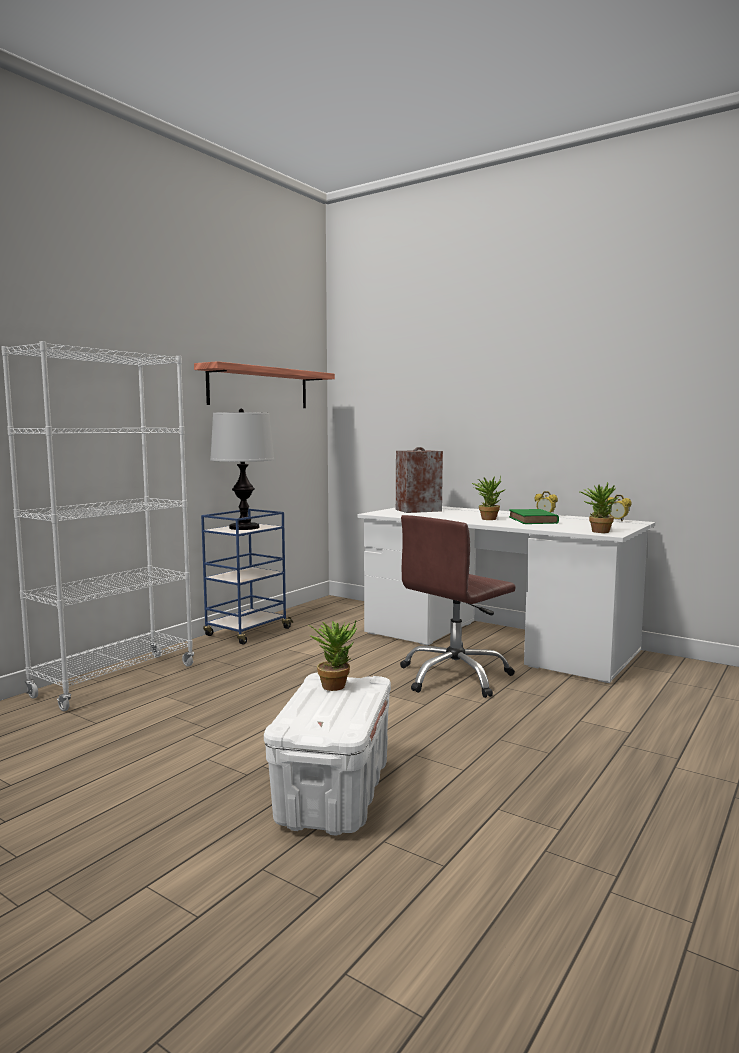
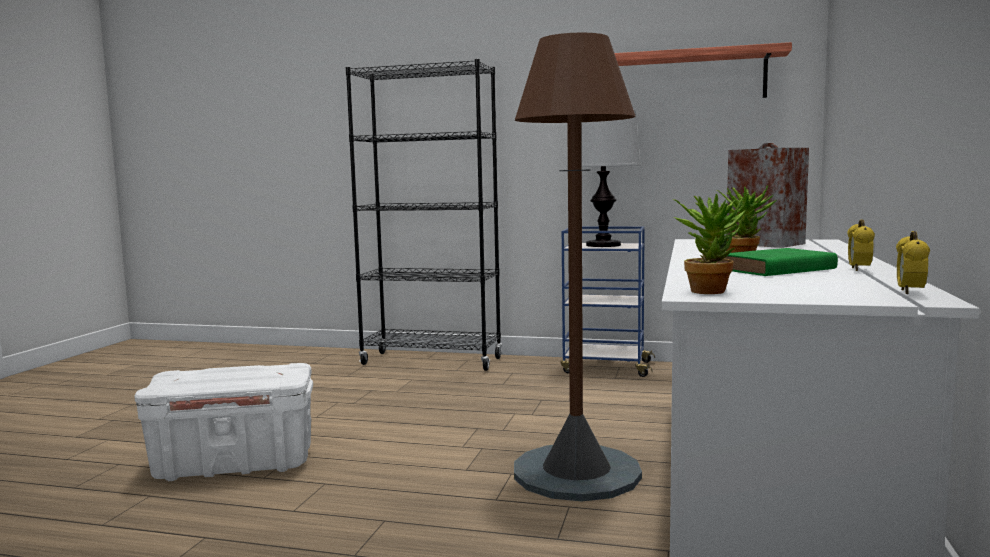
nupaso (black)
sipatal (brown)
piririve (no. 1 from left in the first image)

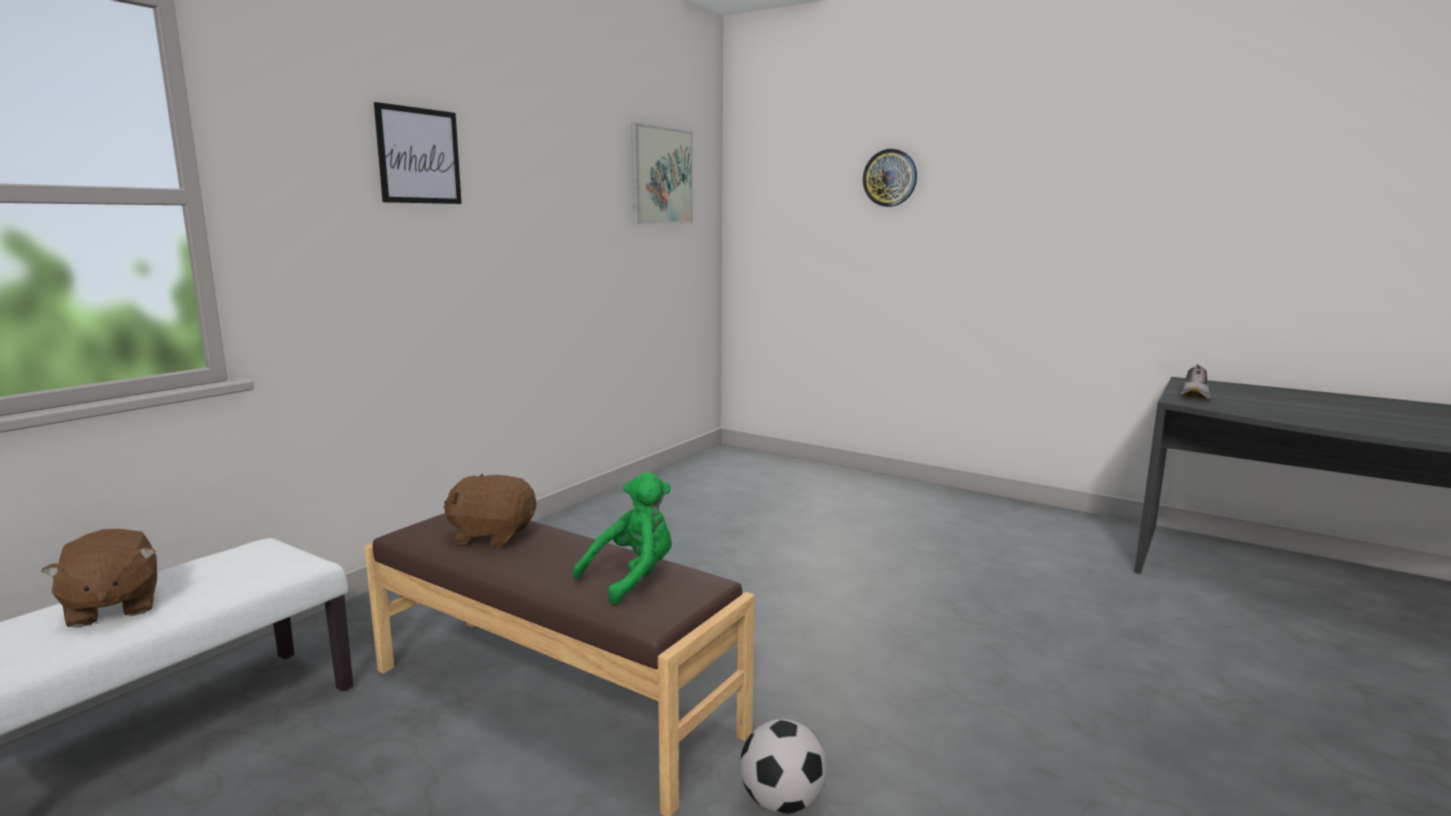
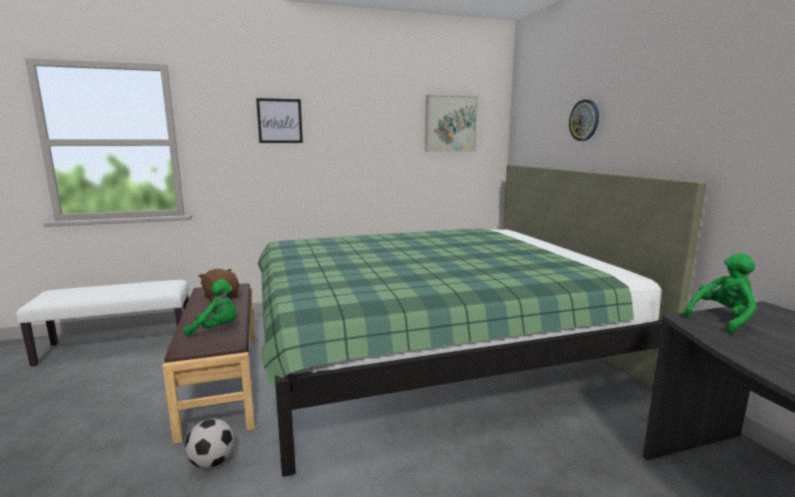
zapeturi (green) (no. 2 from left)
zapeturi (brown) (no. 1 from left in the first image)
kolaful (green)

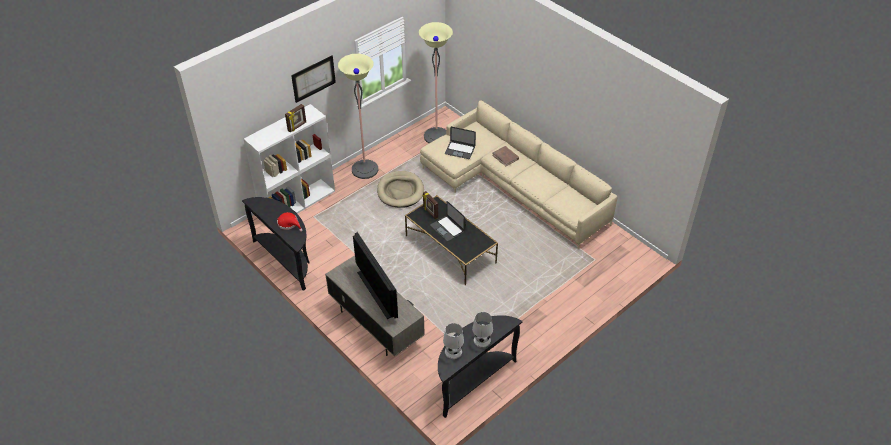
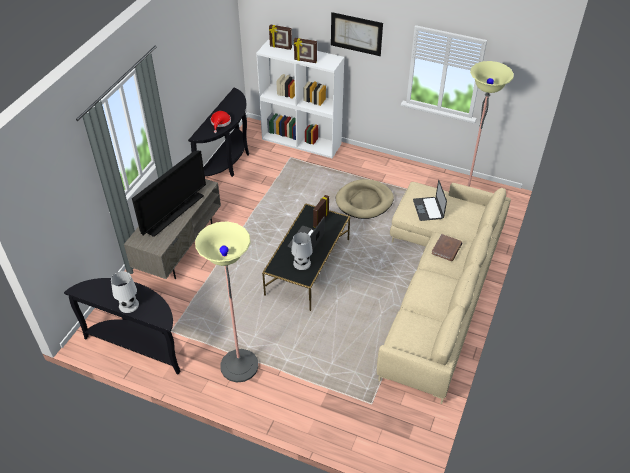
sipatal (no. 1 from left)
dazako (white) (no. 2 from left)
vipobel (no. 1 from left)

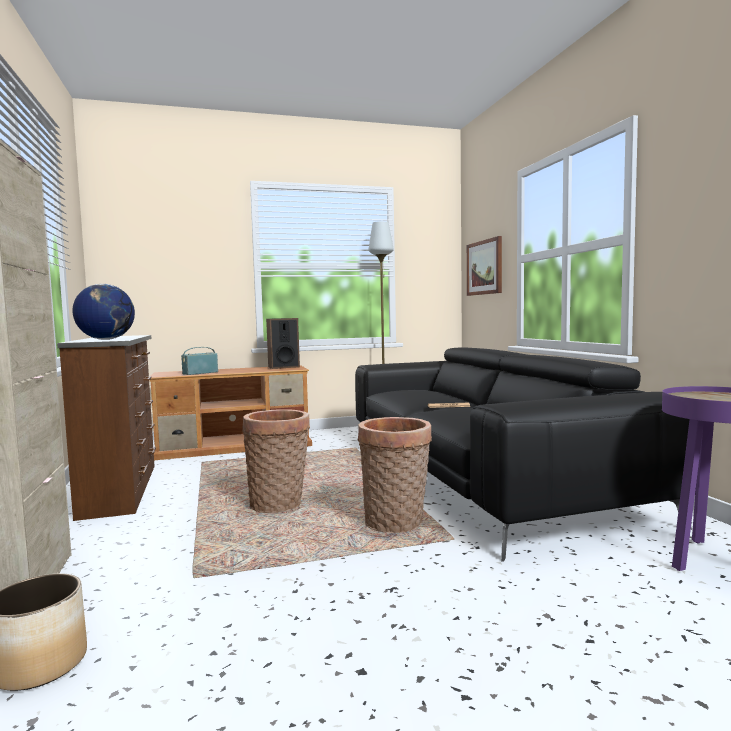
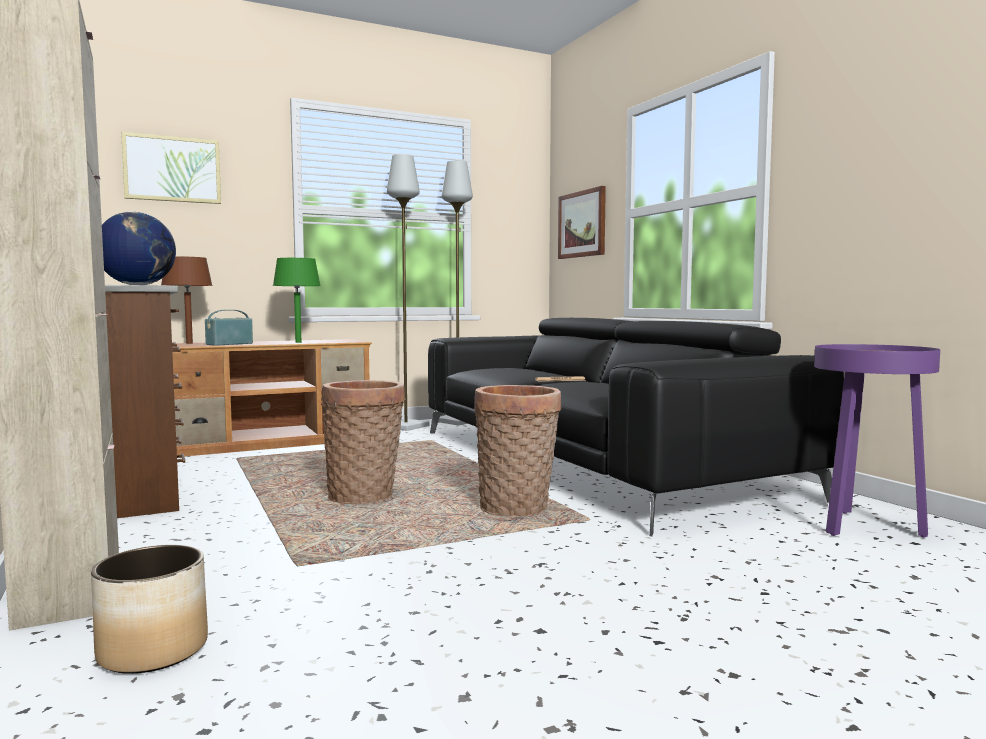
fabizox
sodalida (no. 1 from left)
sipatal (grey) (no. 1 from left)
dazako (brown)
dazako (green)

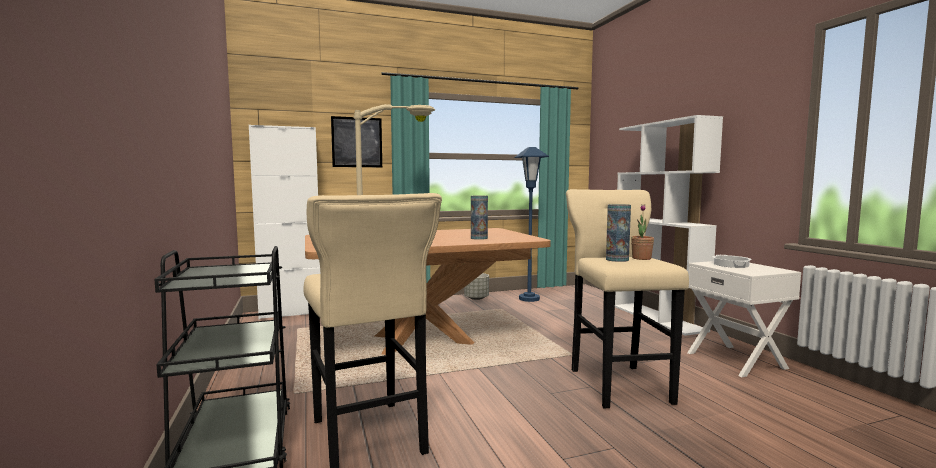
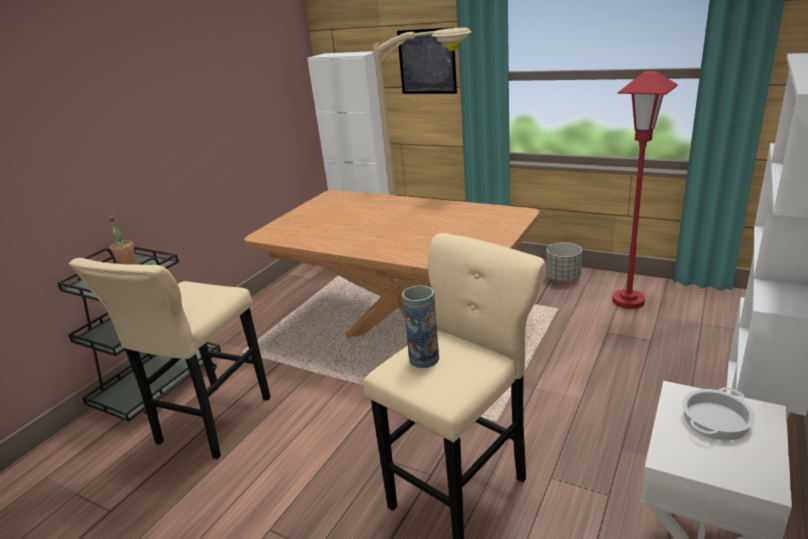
sipatal (red)
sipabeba (no. 1 from left in the first image)
piririve

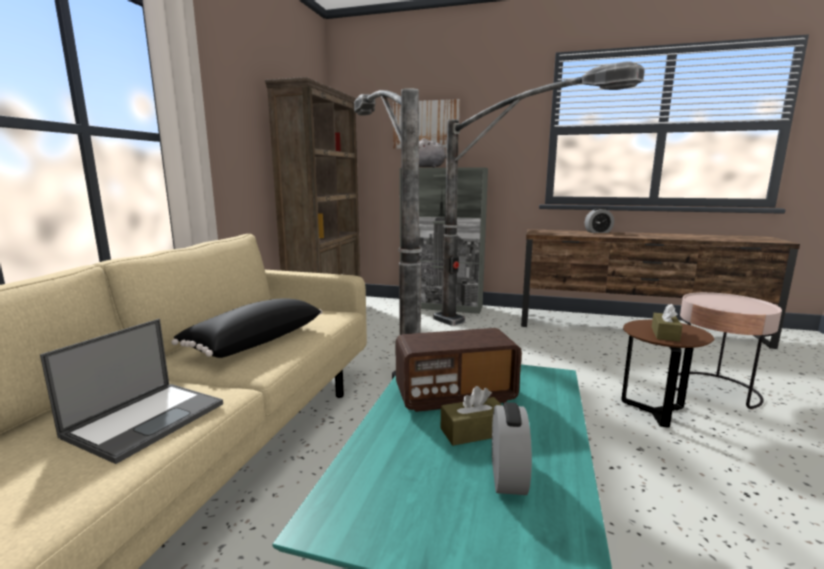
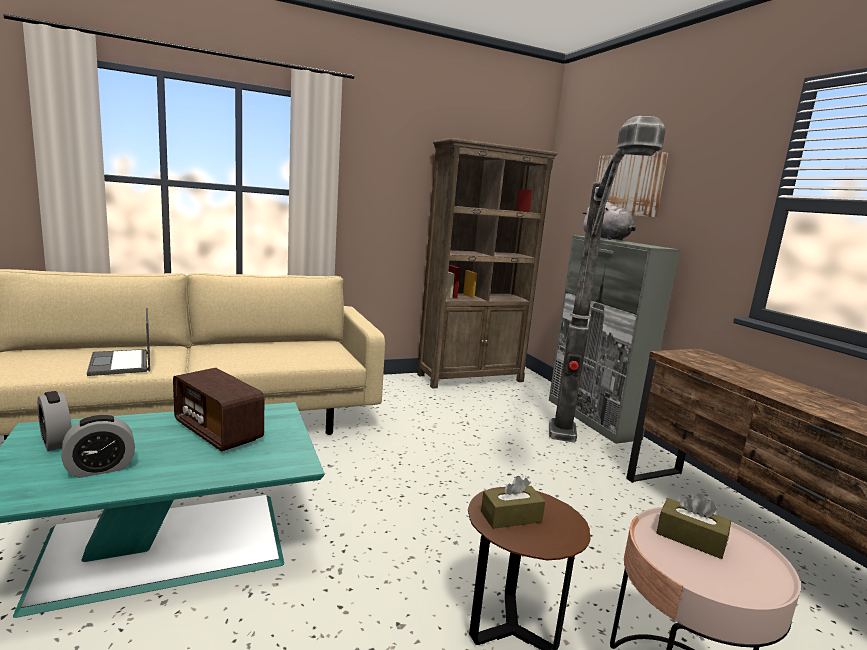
sipatal (no. 1 from left in the first image)
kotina (no. 1 from left)
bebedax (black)
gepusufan
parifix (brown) (no. 2 from left)

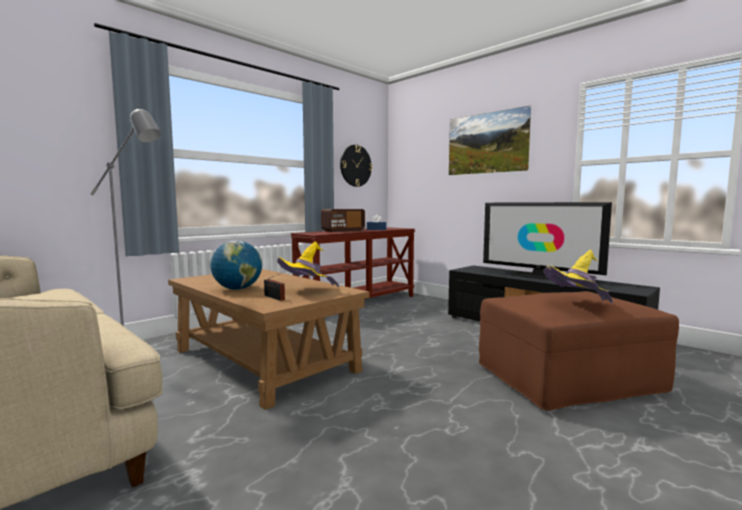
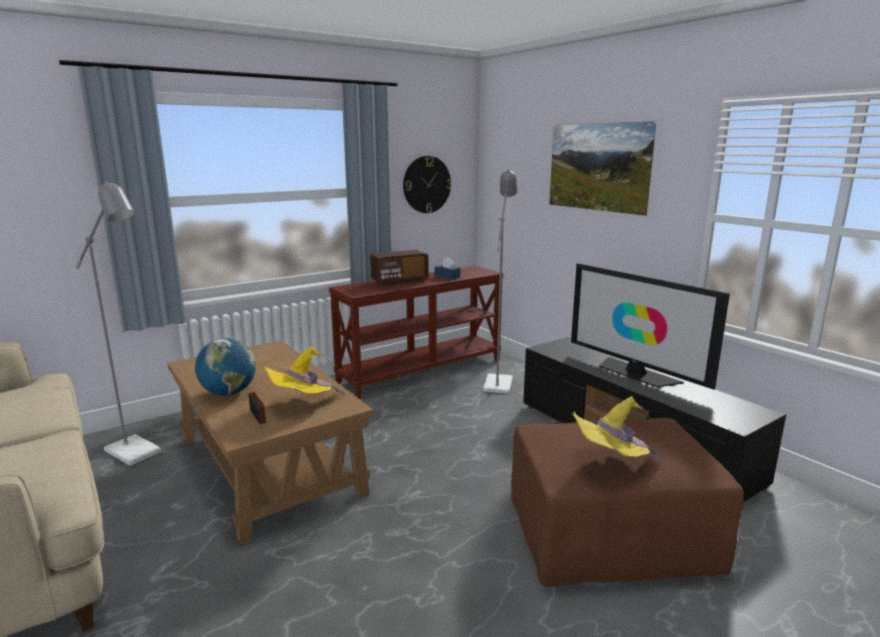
sipatal (grey) (no. 2 from left)

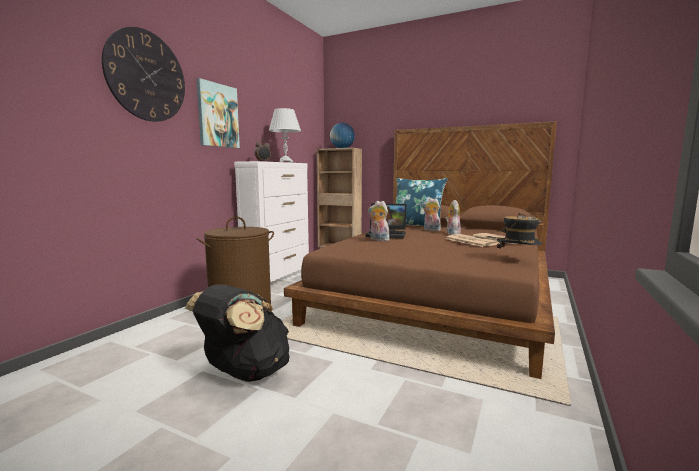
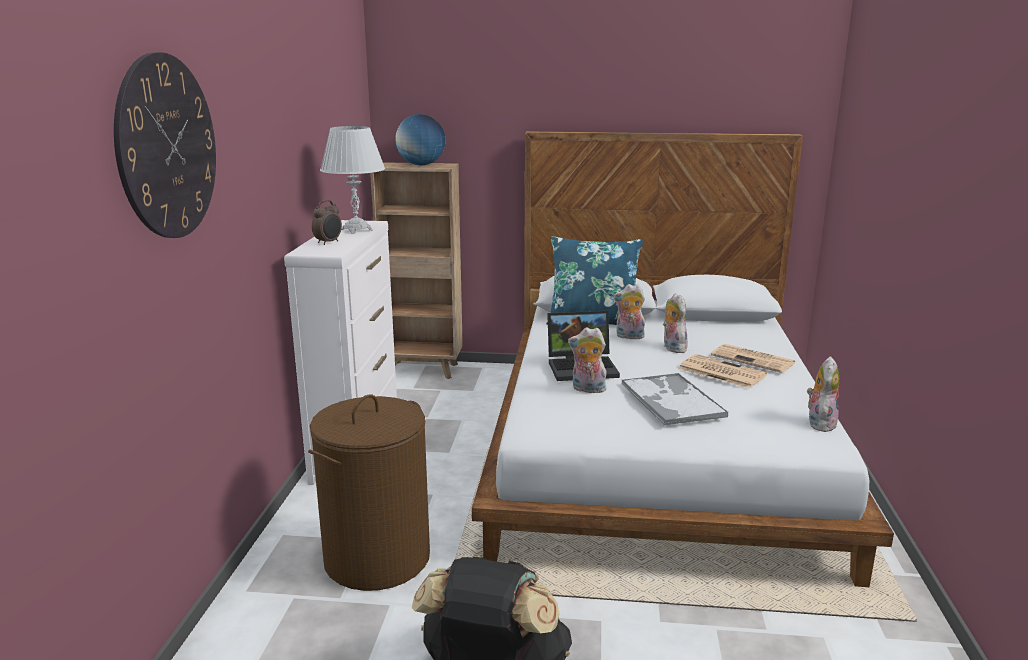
sodalida
kolaful (white)
zapeturi (no. 4 from left)
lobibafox

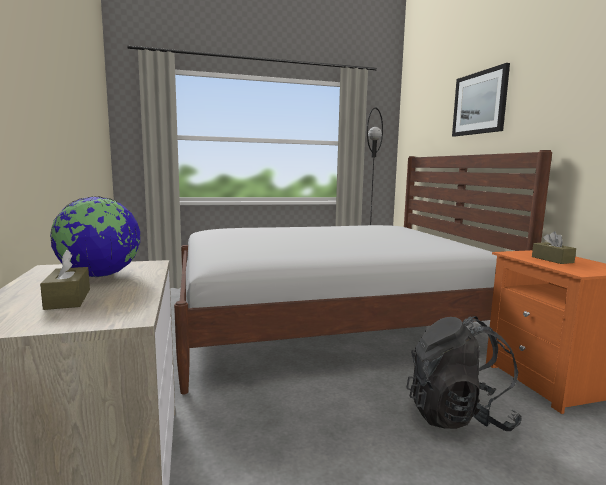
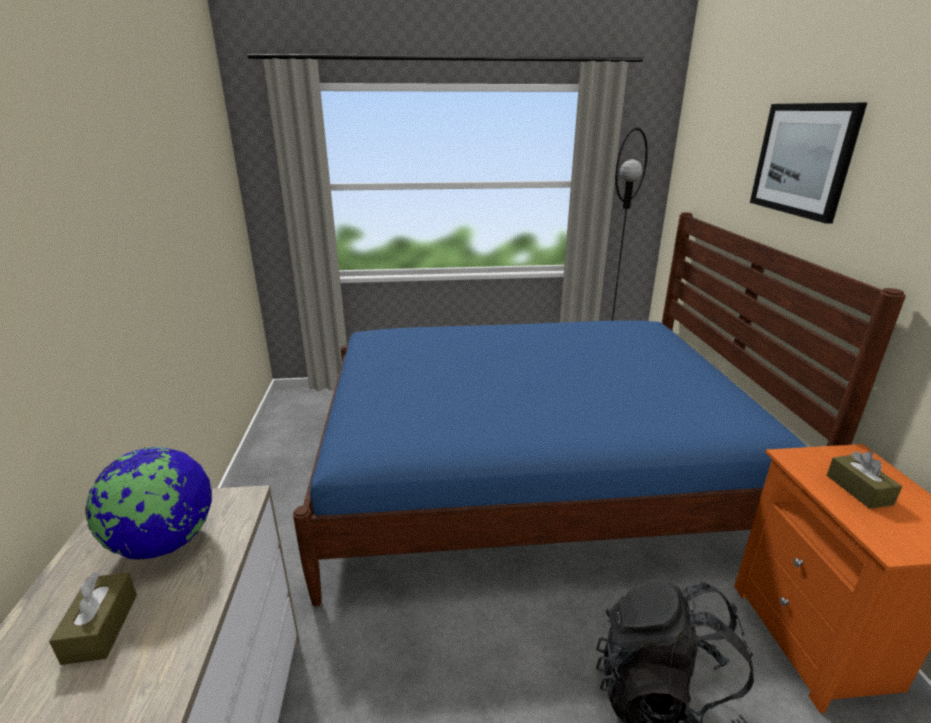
kolaful (blue)

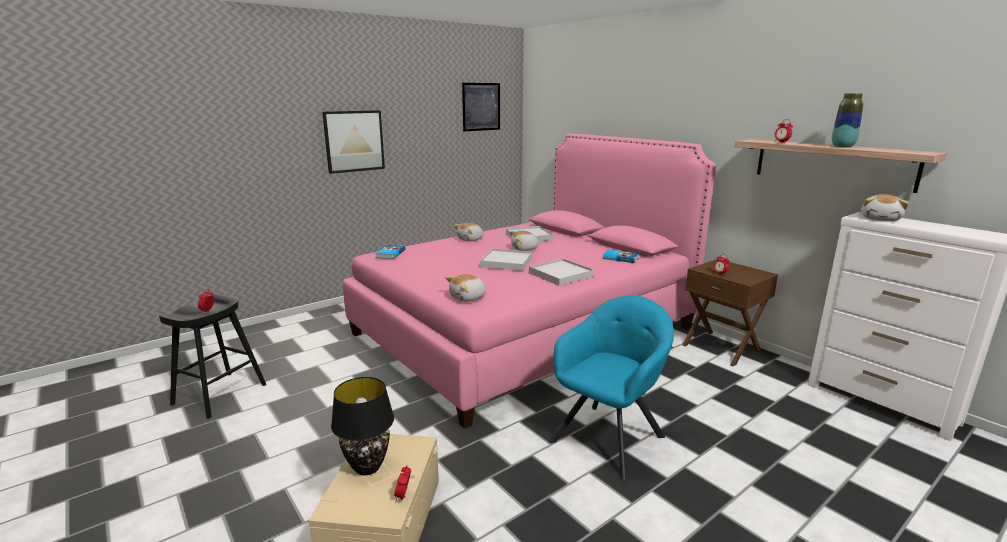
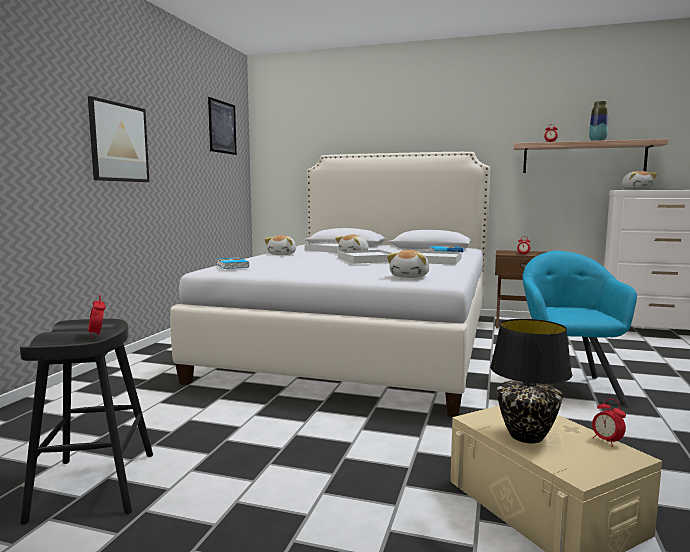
kolaful (white)

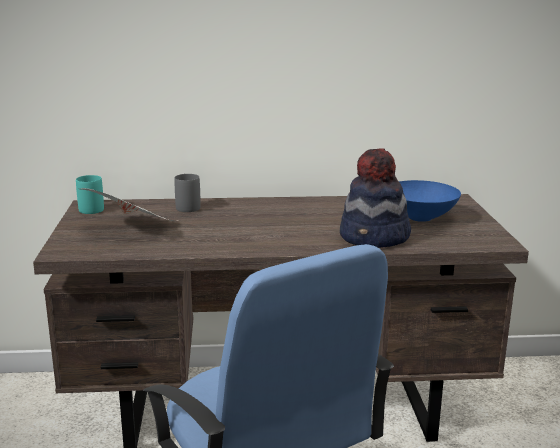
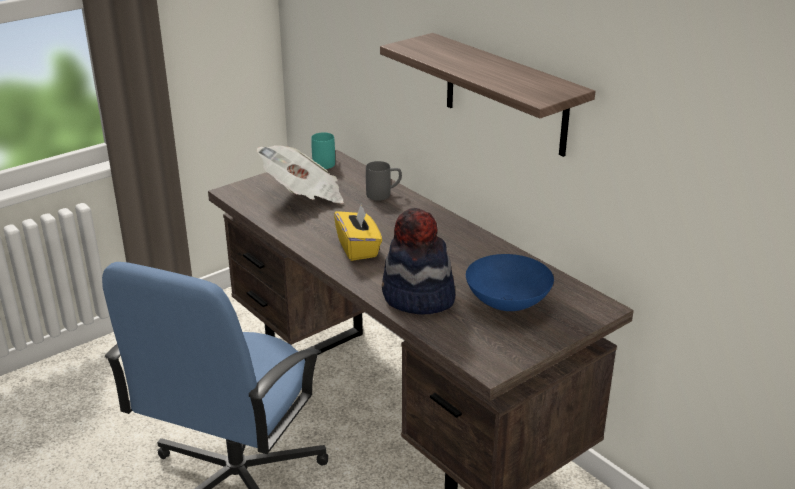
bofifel
parifix (yellow)

